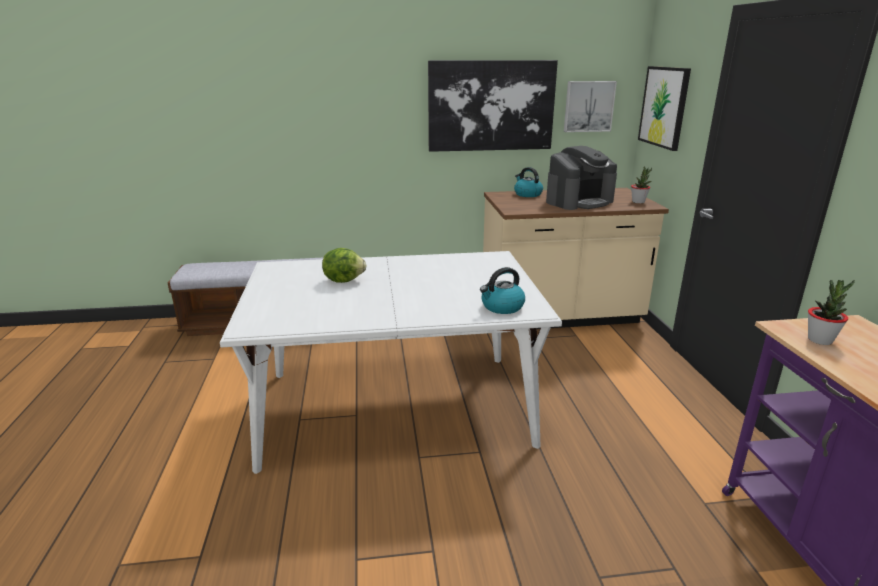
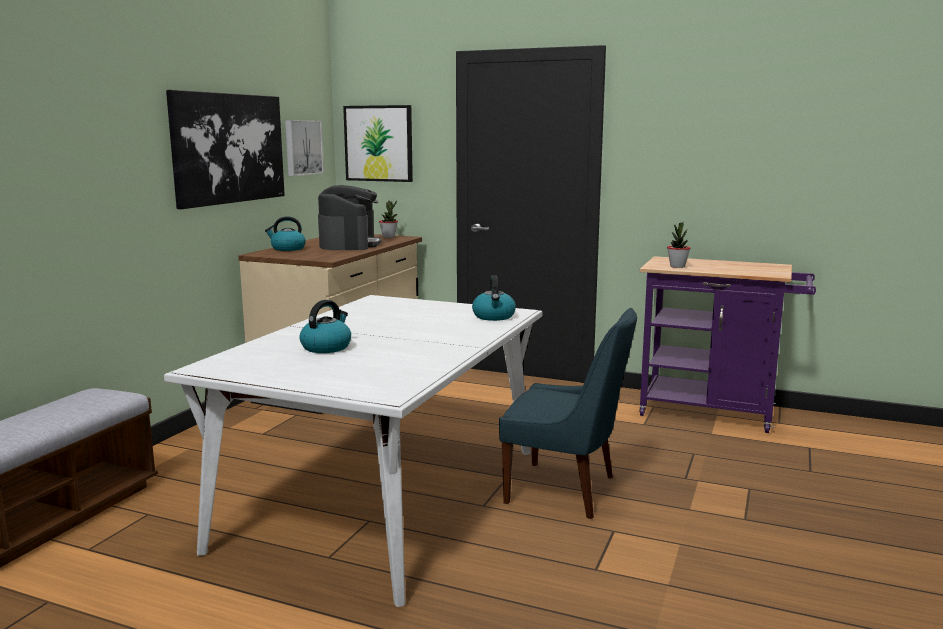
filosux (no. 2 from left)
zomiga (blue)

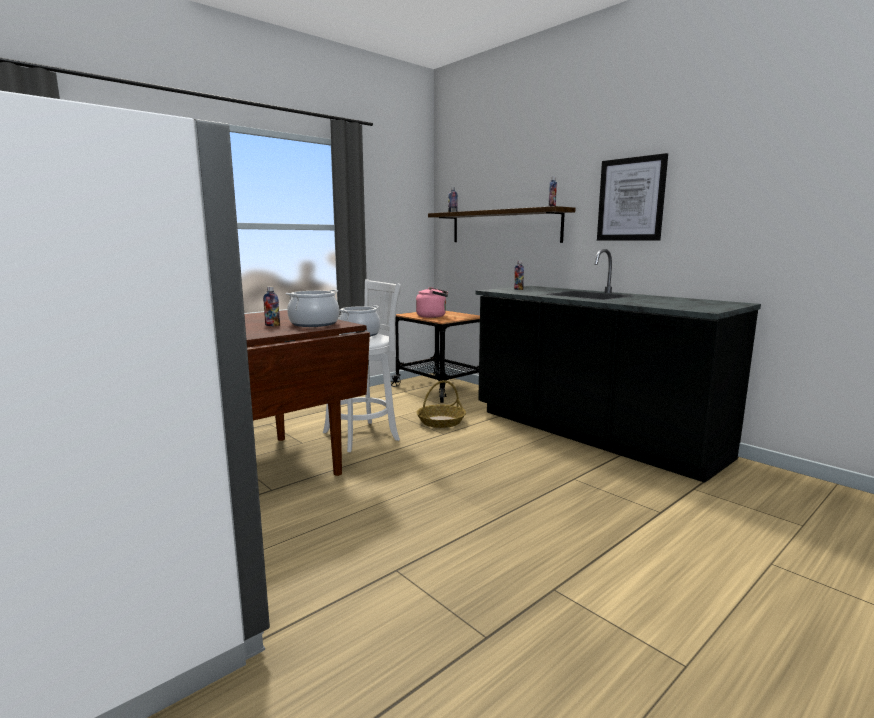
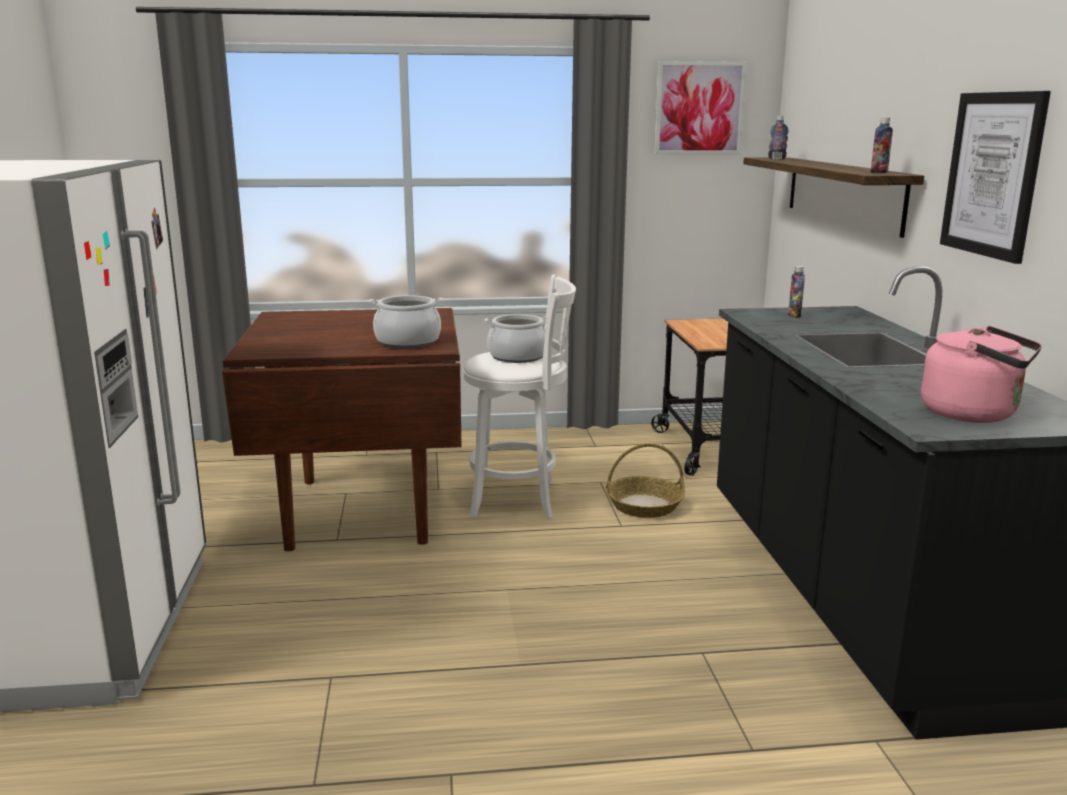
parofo (no. 1 from left in the first image)
filosux (pink)
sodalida (no. 1 from left)

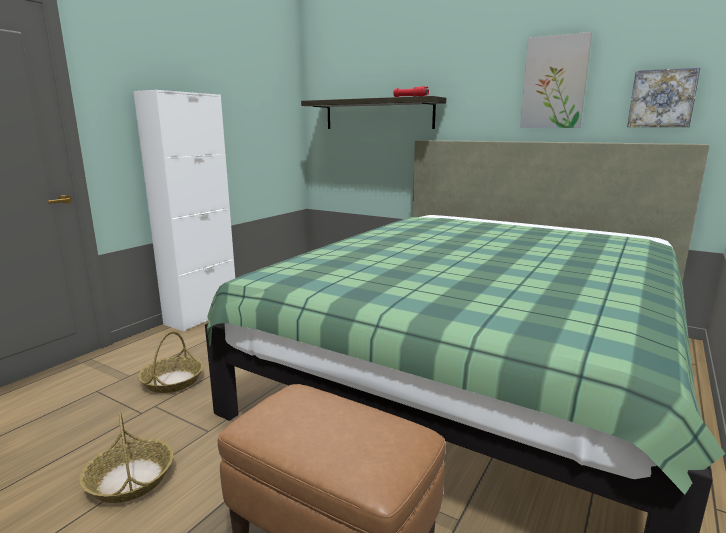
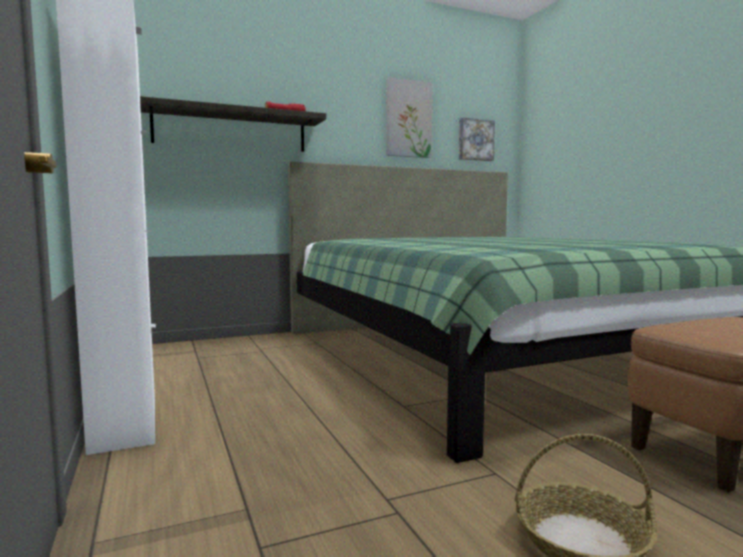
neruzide (no. 2 from left in the first image)

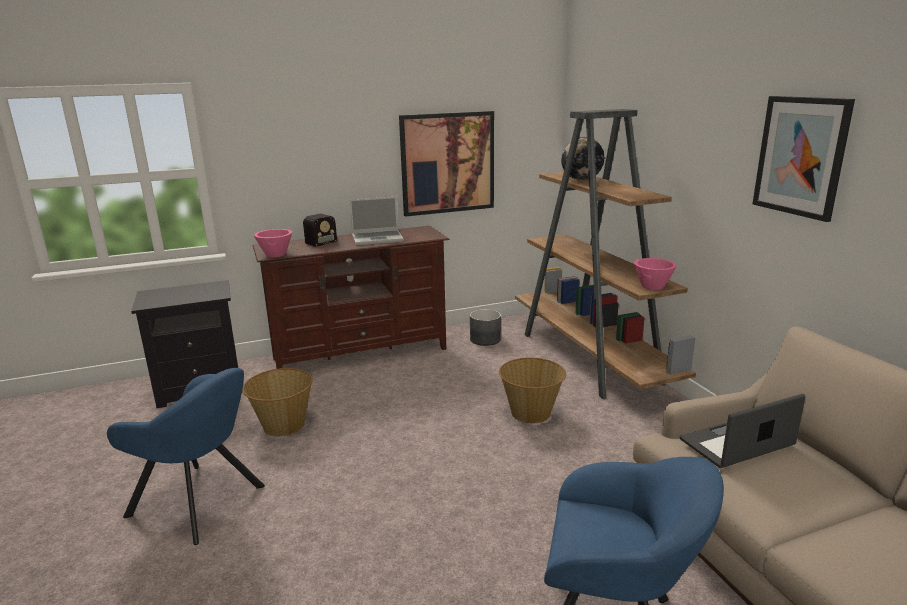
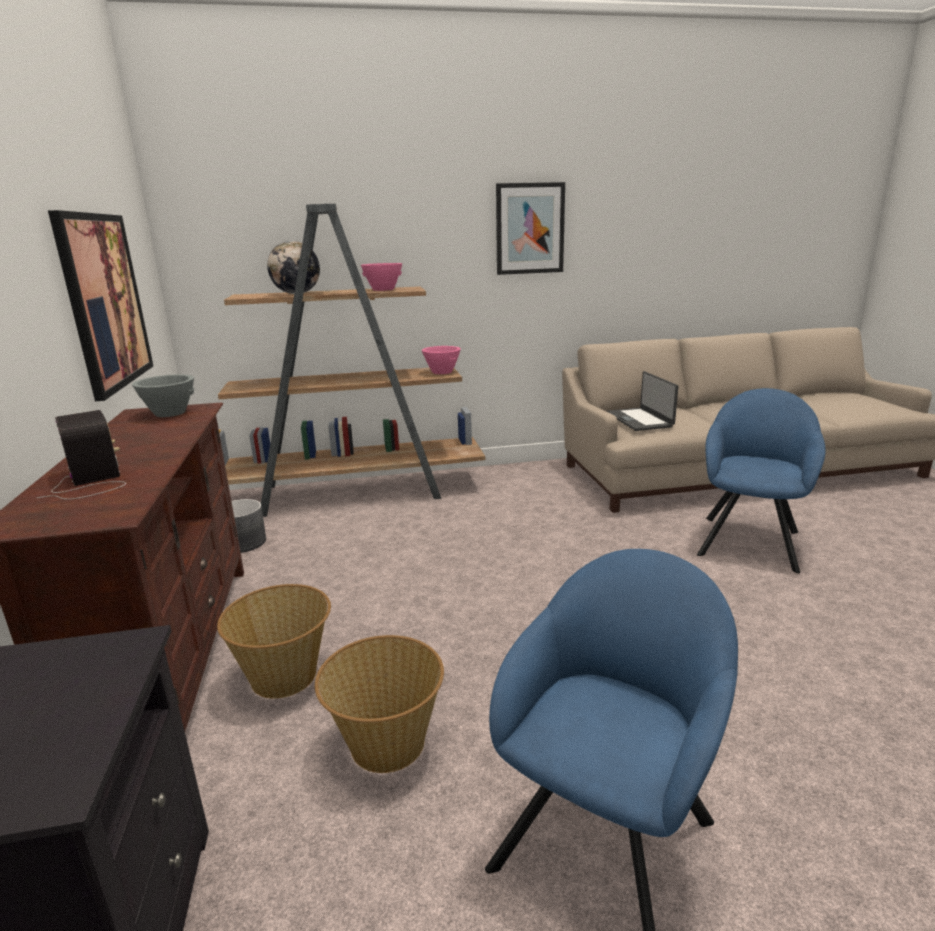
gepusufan (no. 1 from left in the first image)
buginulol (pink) (no. 1 from left)
neruzide (no. 1 from left)
buginulol (grey)

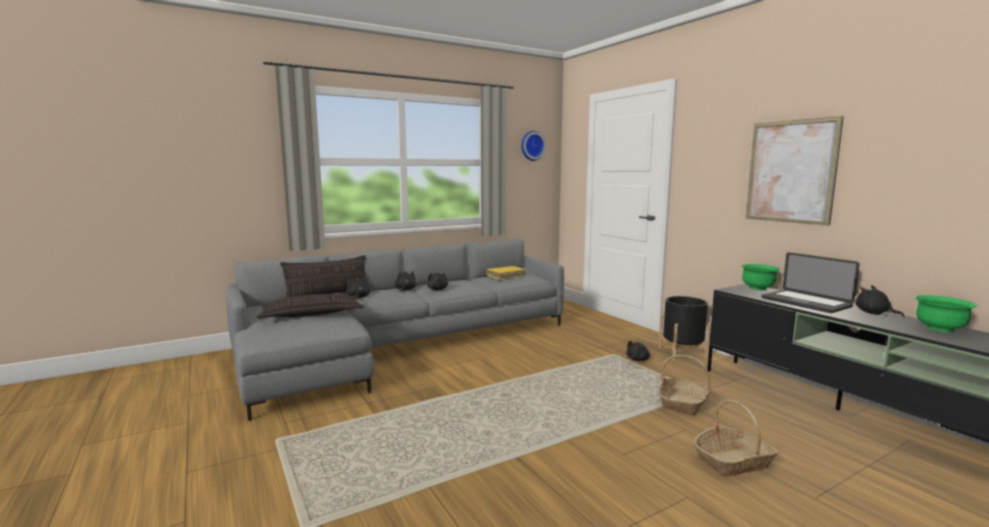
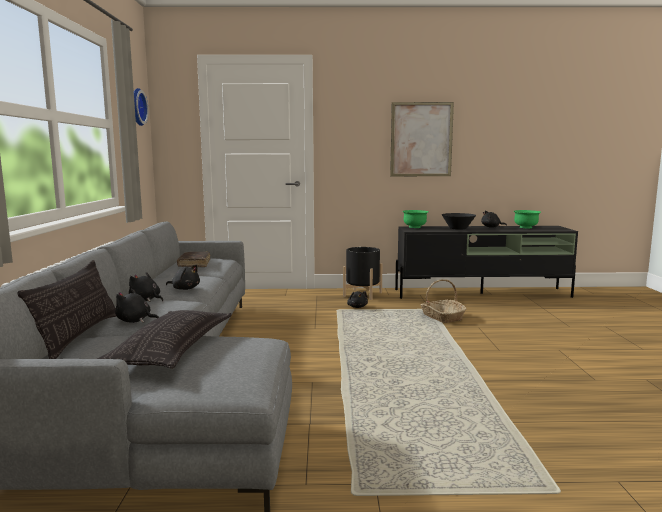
buginulol (black)
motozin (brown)
neruzide (no. 2 from left in the first image)

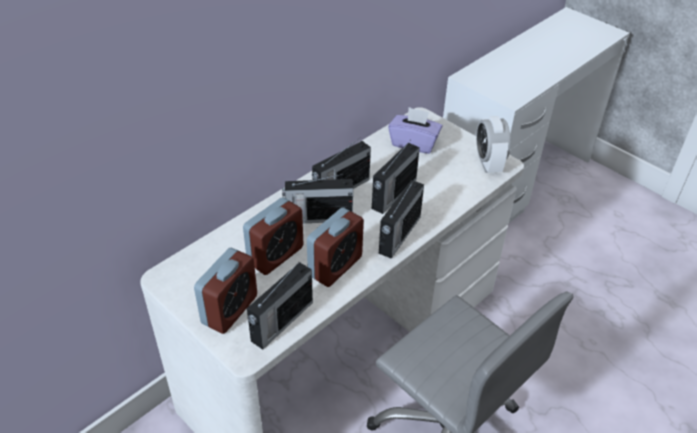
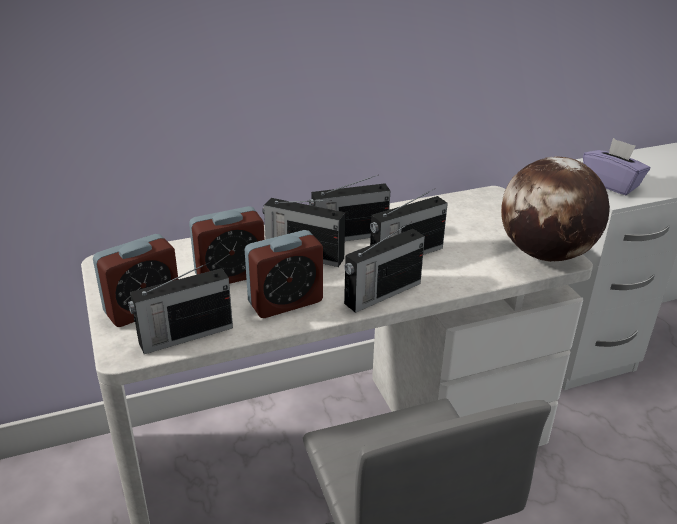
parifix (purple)
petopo

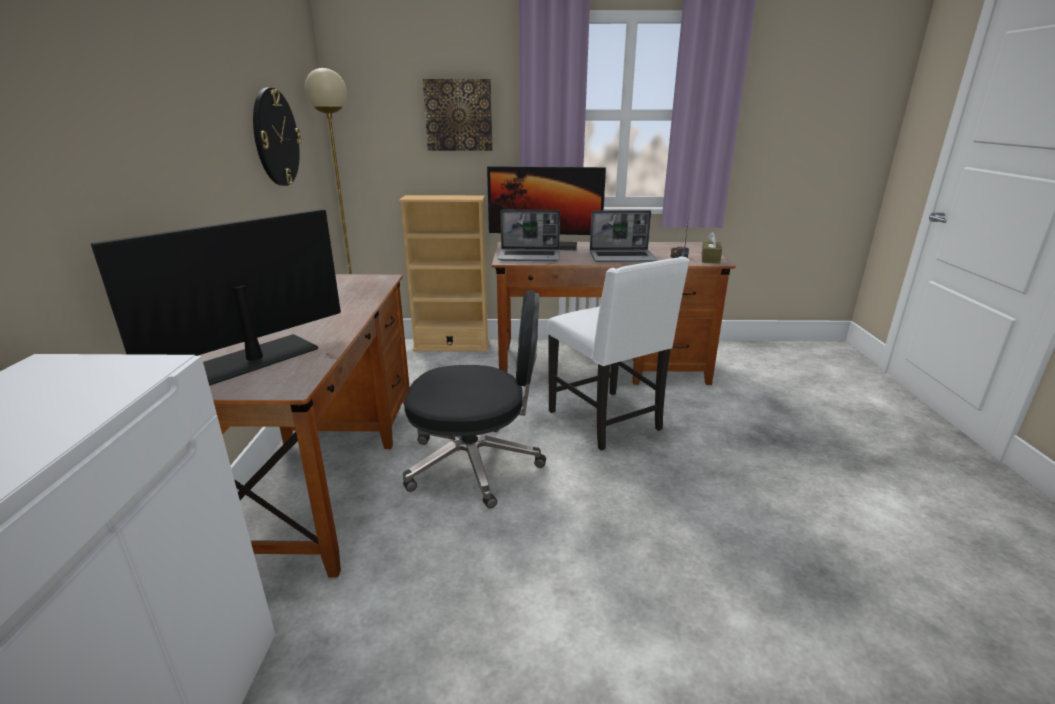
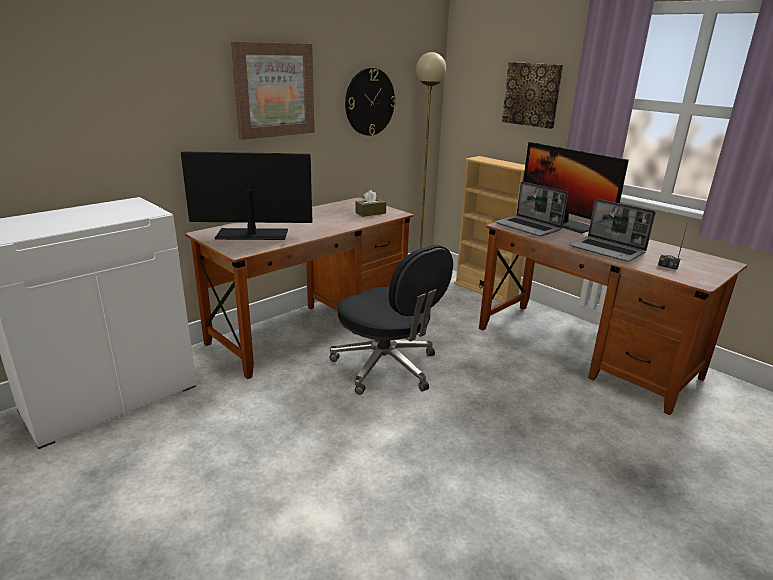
parifix (brown)
zomiga (white)
sodalida (no. 1 from left)

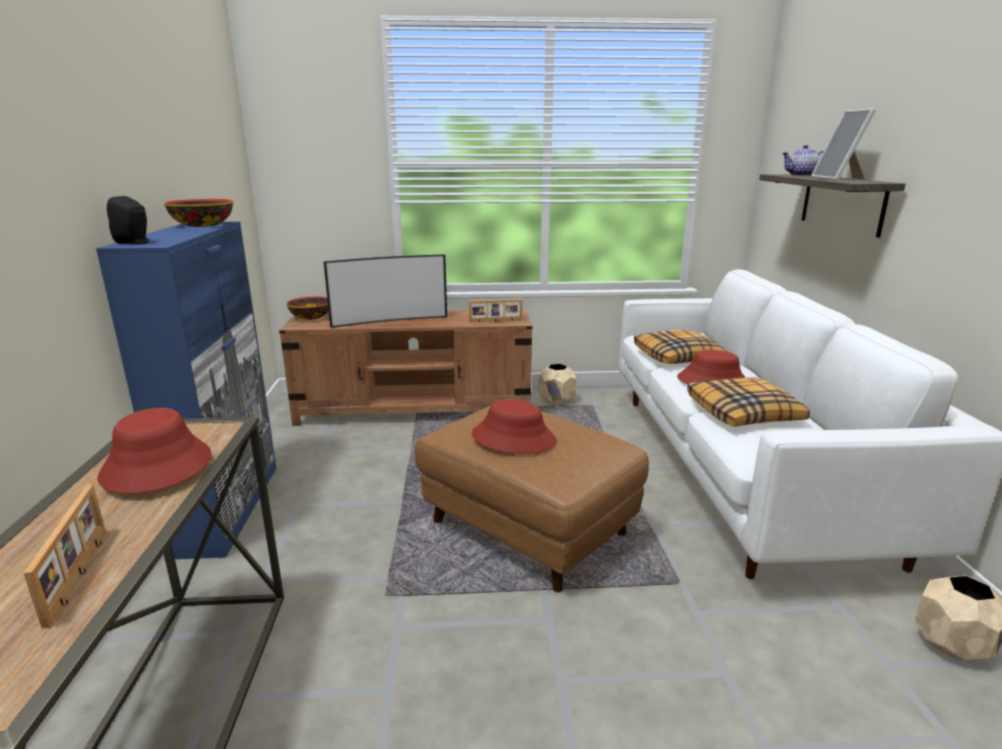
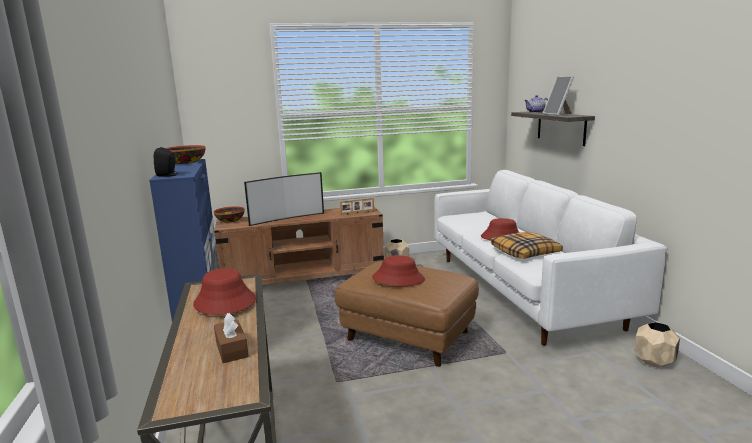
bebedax (no. 1 from left in the first image)
parifix (brown)

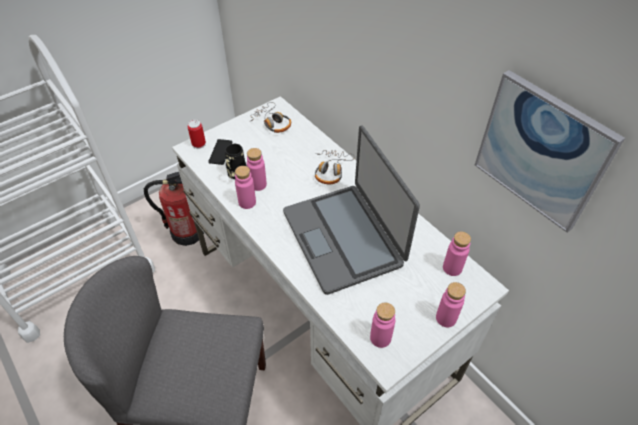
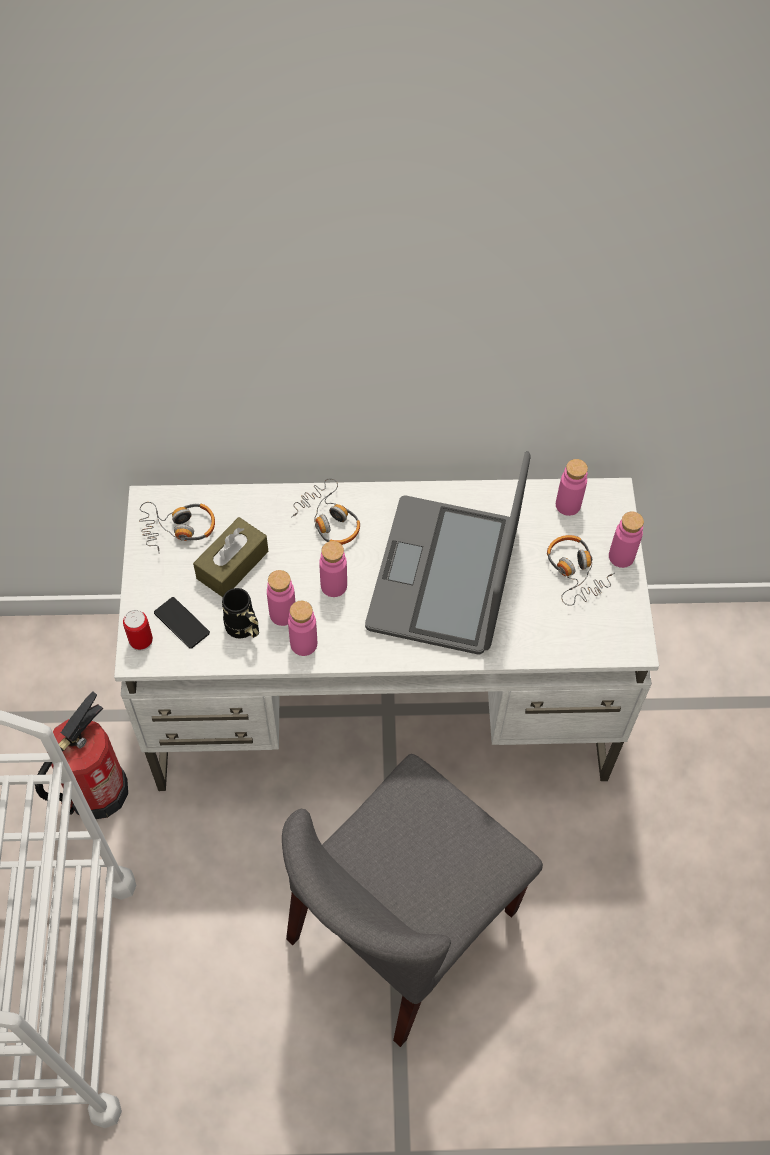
sodalida
gepusufan
parofo (pink) (no. 3 from left)
parifix (brown)
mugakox (no. 3 from left)

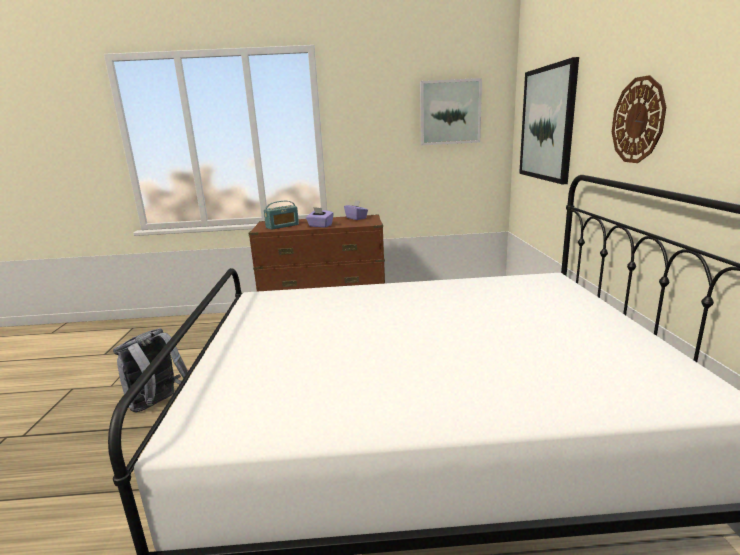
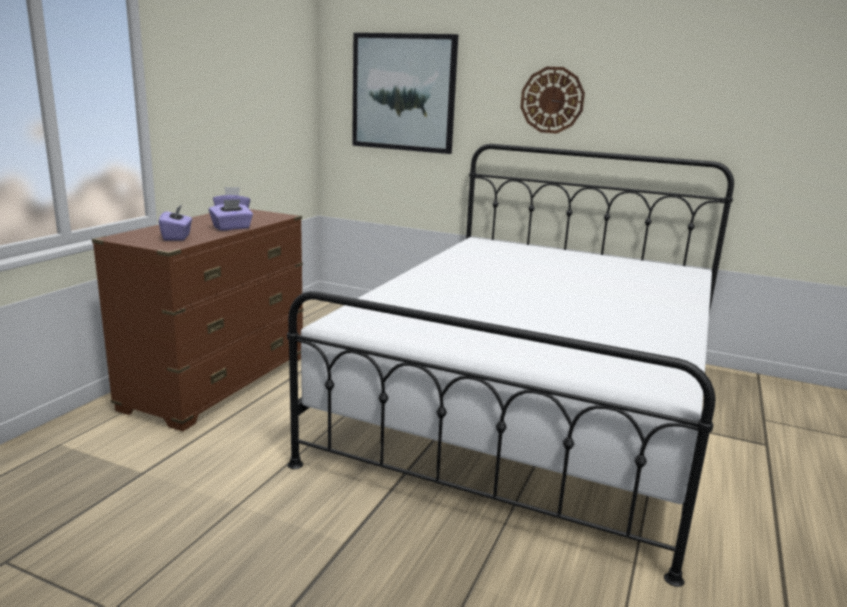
sodalida (no. 1 from left in the first image)
parifix (purple) (no. 1 from left)
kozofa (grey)

